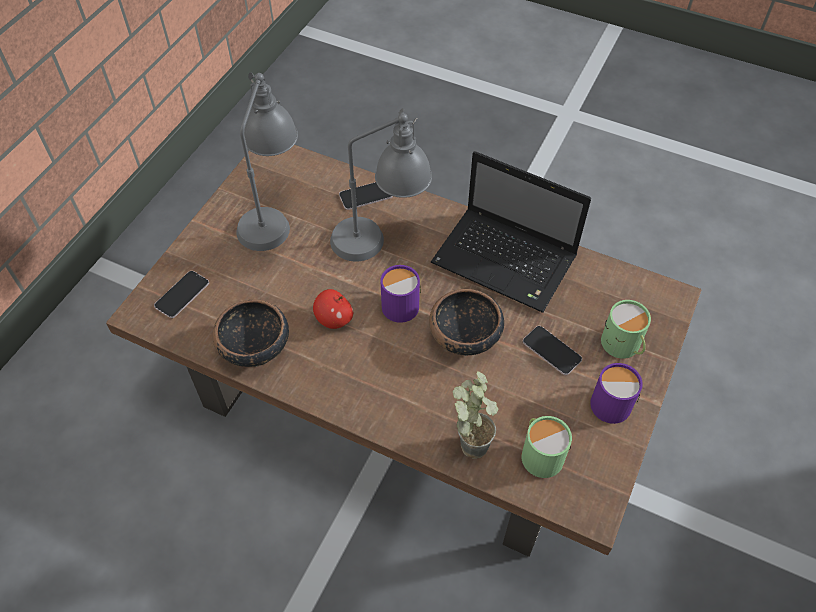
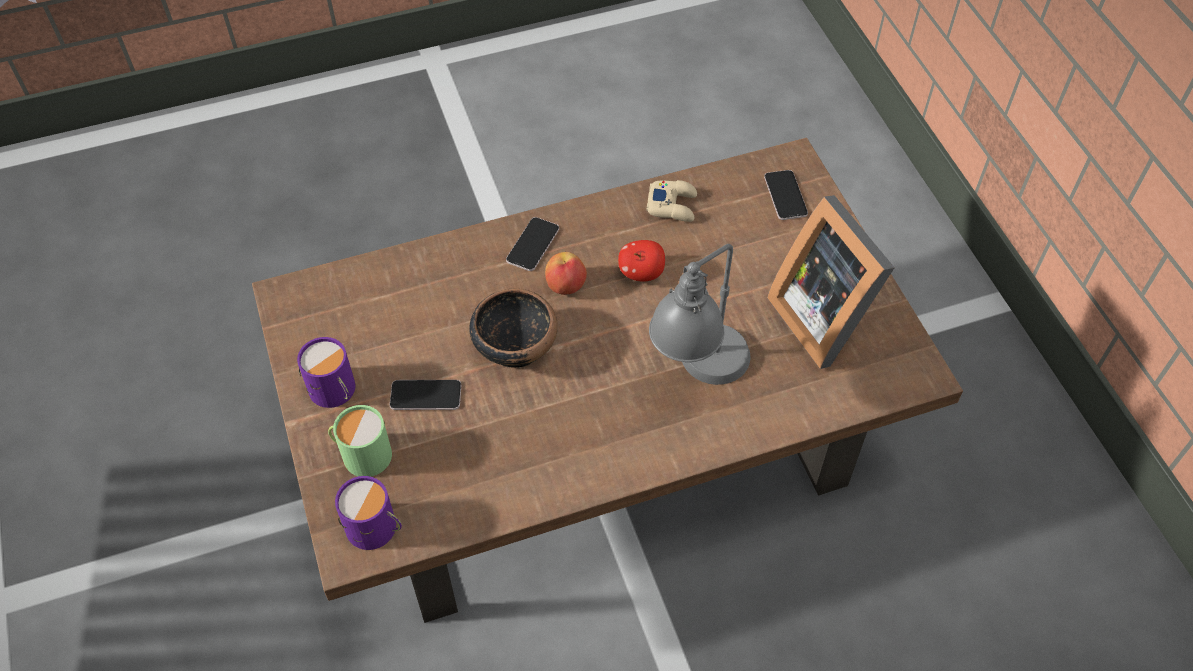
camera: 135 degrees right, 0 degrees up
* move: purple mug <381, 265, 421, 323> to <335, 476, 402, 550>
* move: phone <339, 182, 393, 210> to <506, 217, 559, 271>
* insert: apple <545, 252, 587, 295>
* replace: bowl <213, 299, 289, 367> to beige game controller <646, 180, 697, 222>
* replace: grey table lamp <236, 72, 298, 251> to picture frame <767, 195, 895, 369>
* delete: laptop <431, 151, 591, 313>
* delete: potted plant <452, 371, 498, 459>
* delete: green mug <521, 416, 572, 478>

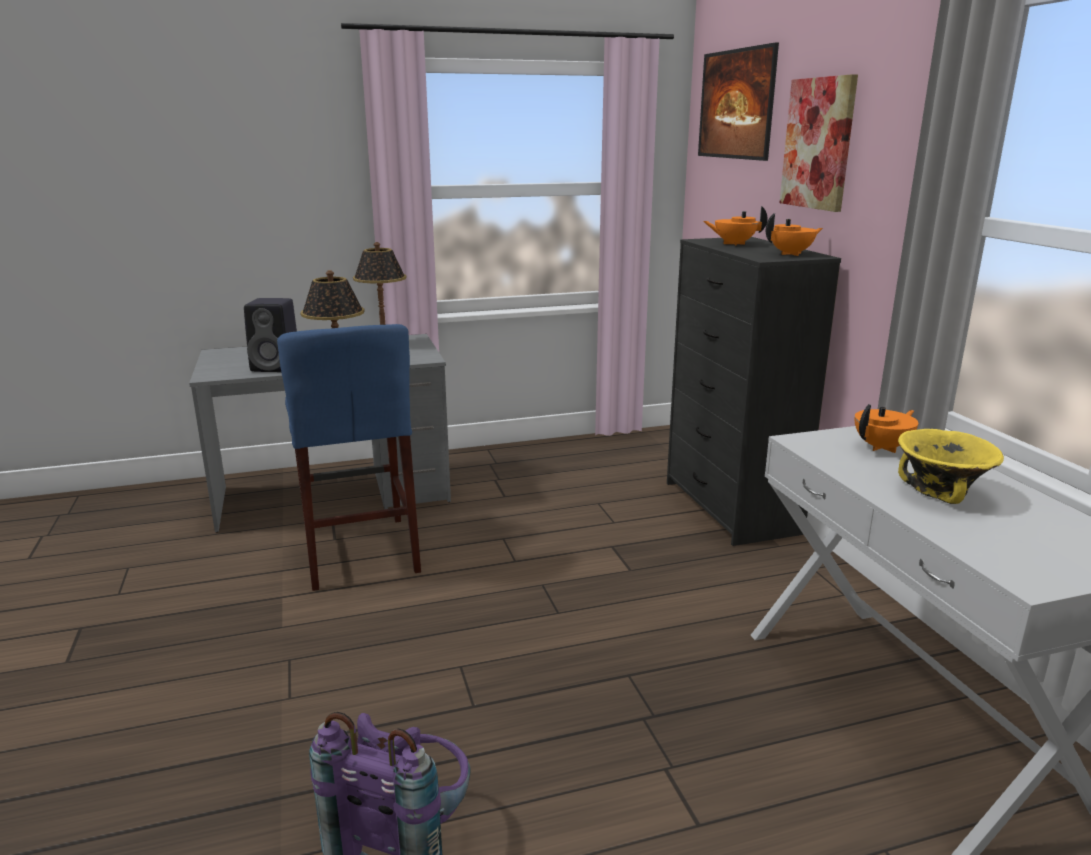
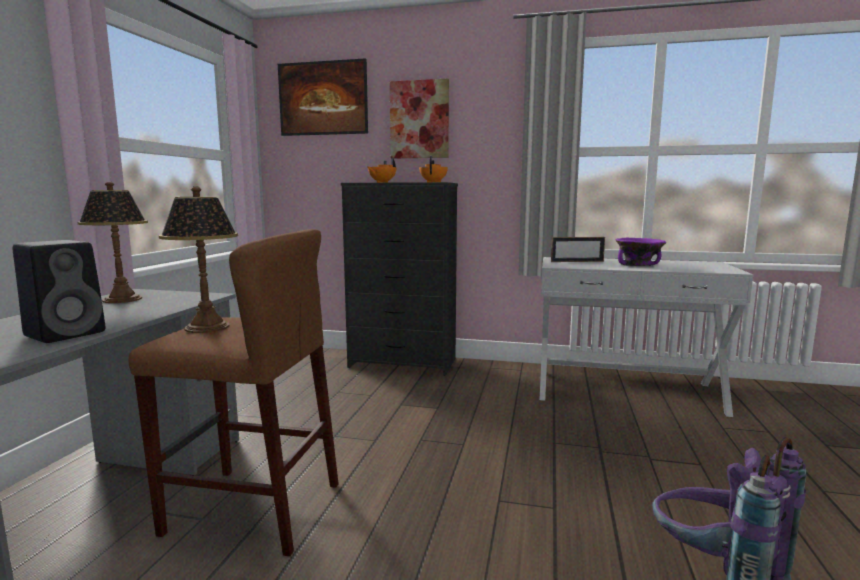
camera: 60 degrees left, 10 degrees down
* recolor: blue stool <277, 324, 421, 591> to brown stool <129, 229, 339, 556>
* replace: orange teapot <855, 404, 918, 453> to picture frame <551, 237, 605, 262>
* recolor: yellow bowl <898, 429, 1004, 504> to purple bowl <615, 238, 666, 266>

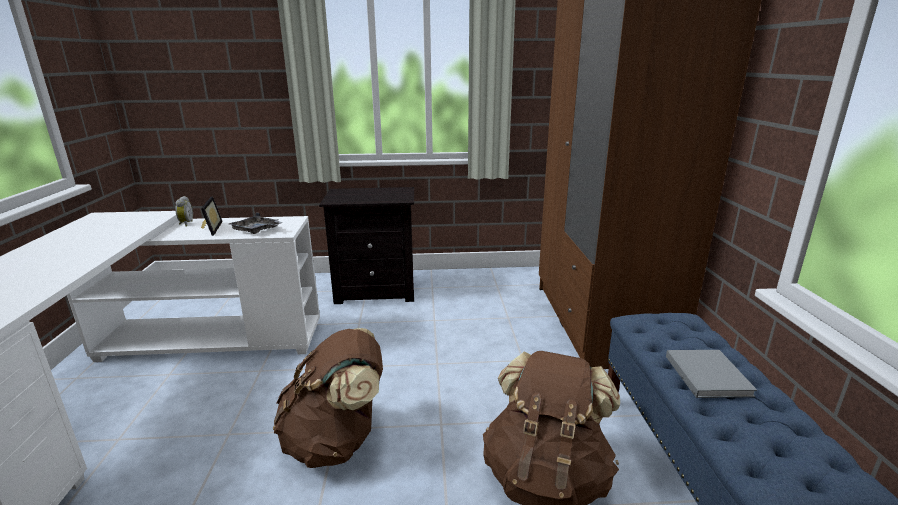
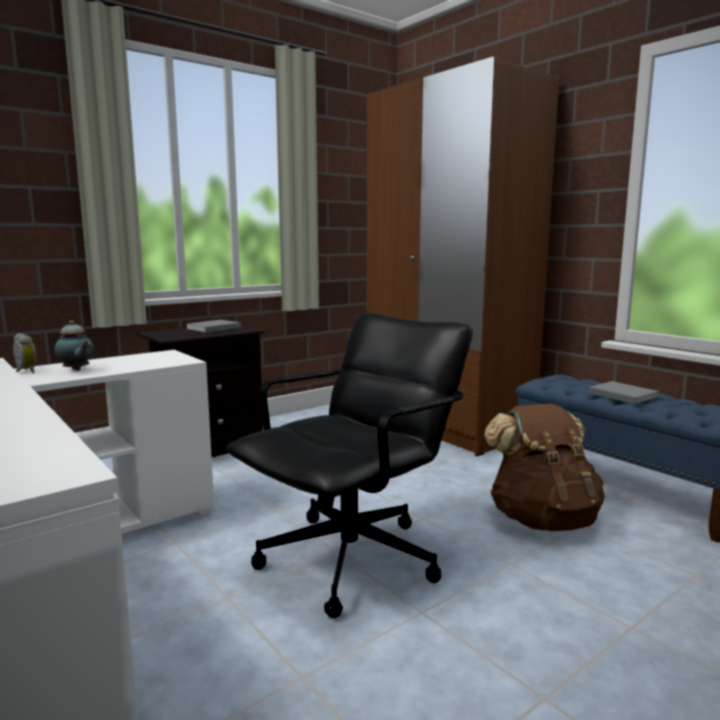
camera: 35 degrees left, 10 degrees down
* replace: picture frame <201, 196, 223, 236> to teapot <54, 321, 94, 371>
* insert: grey book <186, 320, 241, 333>
* replace: brown backpack <273, 328, 383, 468> to black office chair <226, 312, 473, 618>
* delete: grey tray <229, 213, 283, 234>

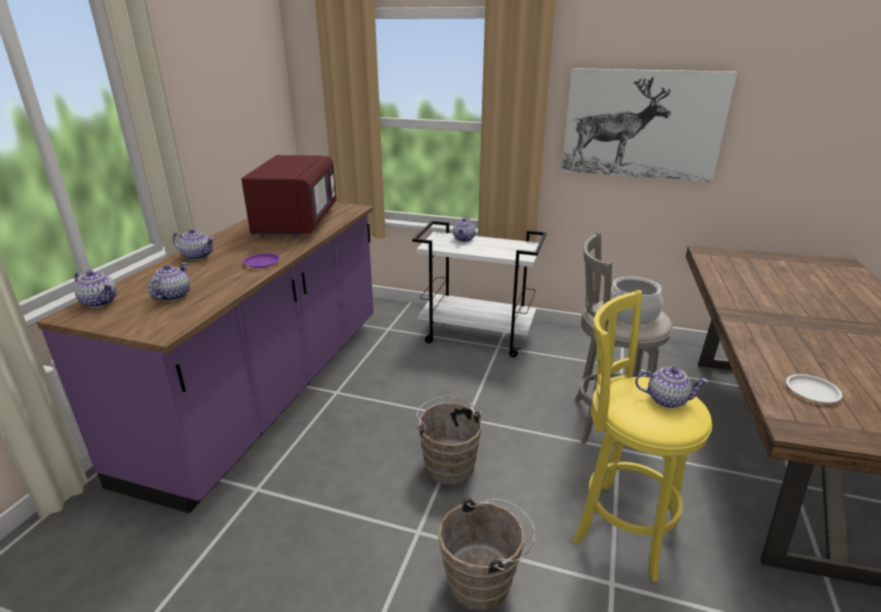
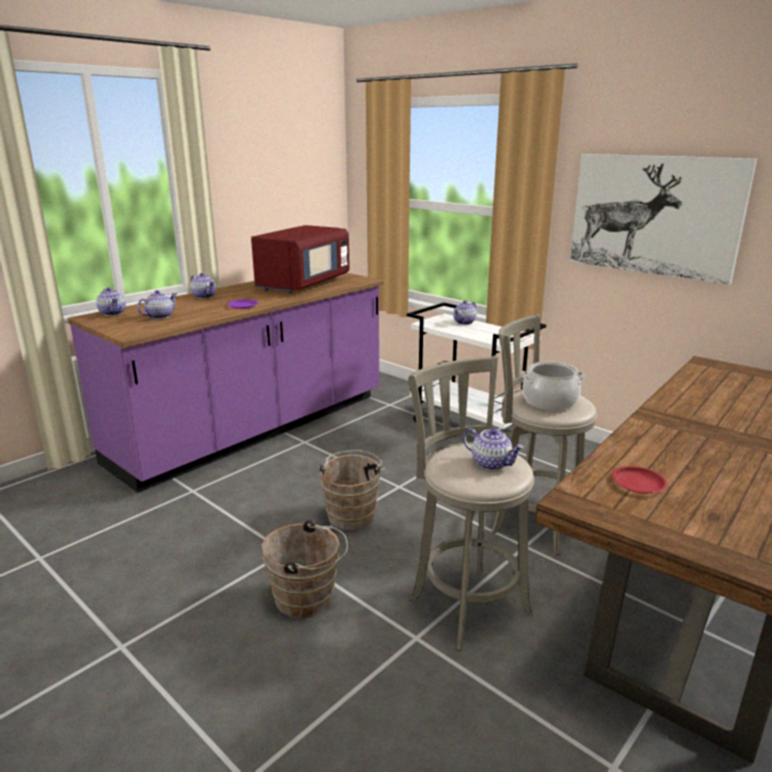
camera: 25 degrees right, 5 degrees down
* recolor: yellow stool <573, 290, 712, 582> to grey stool <408, 356, 534, 651>
* recolor: white plate <786, 374, 842, 402> to red plate <612, 466, 668, 494>

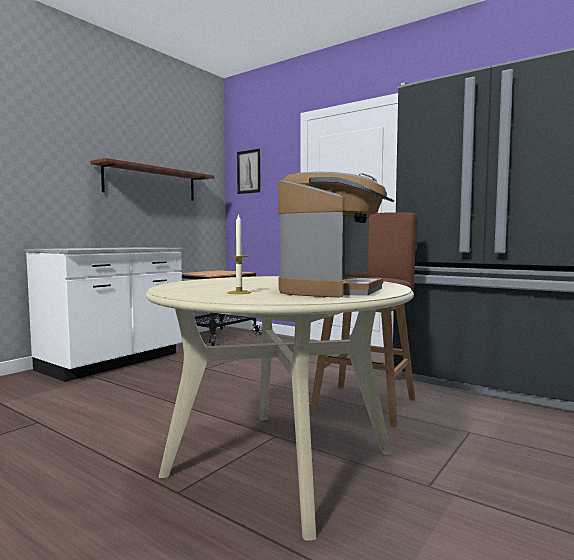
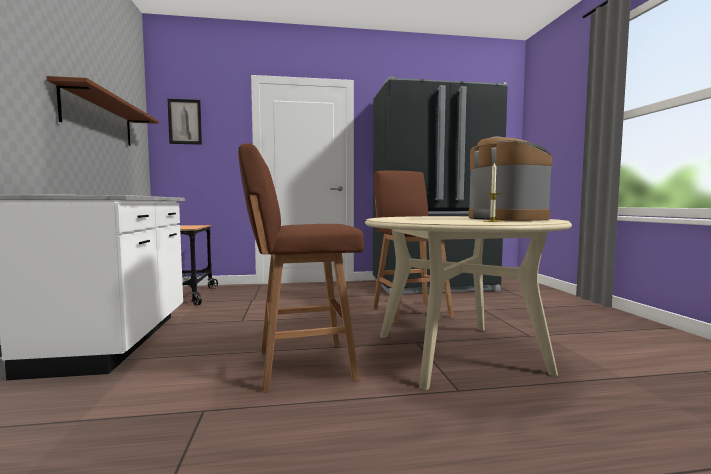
camera: 45 degrees left, 0 degrees up
* insert: brown stool <238, 143, 364, 392>

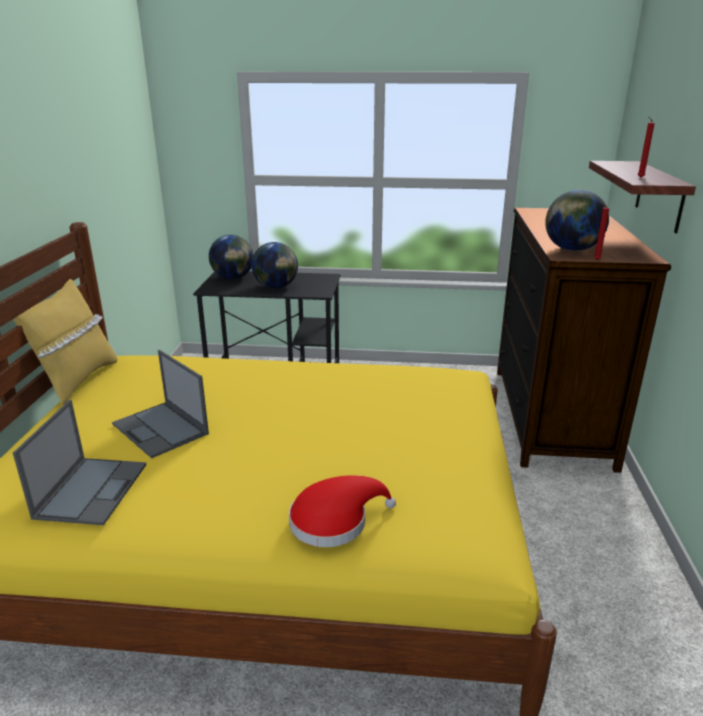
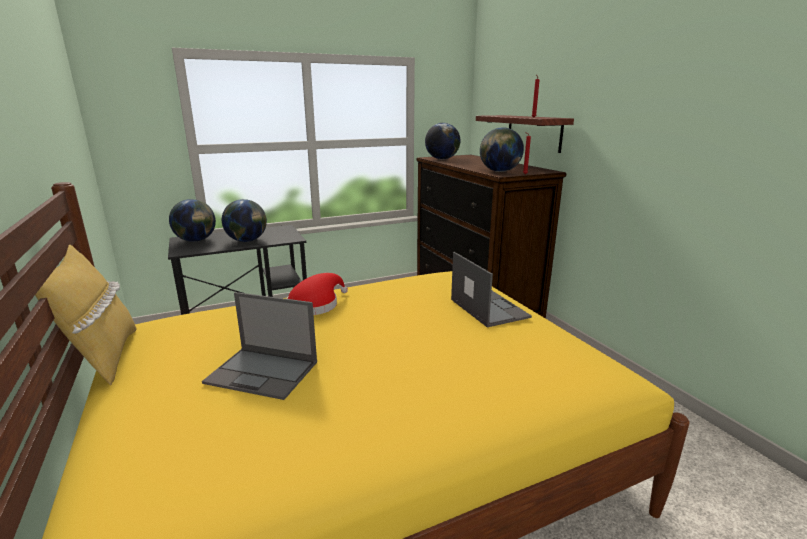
camera: 30 degrees left, 5 degrees down
* move: red hat <289, 475, 396, 547> to <287, 273, 348, 315>
* insert: globe <425, 123, 460, 159>
* move: laptop <13, 400, 146, 525> to <451, 252, 532, 327>

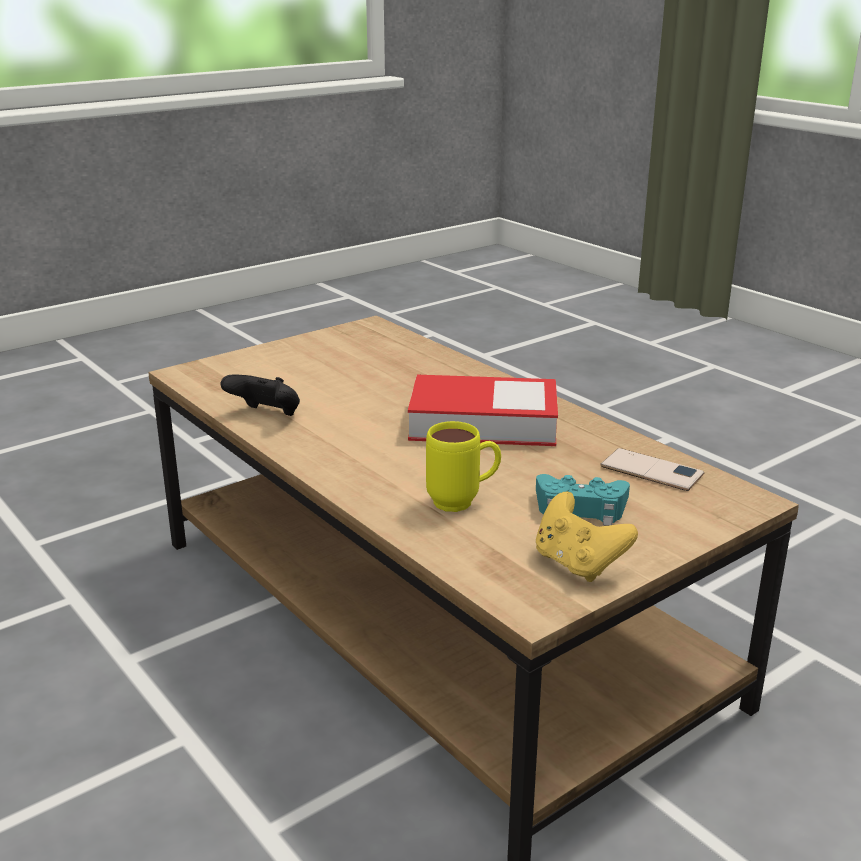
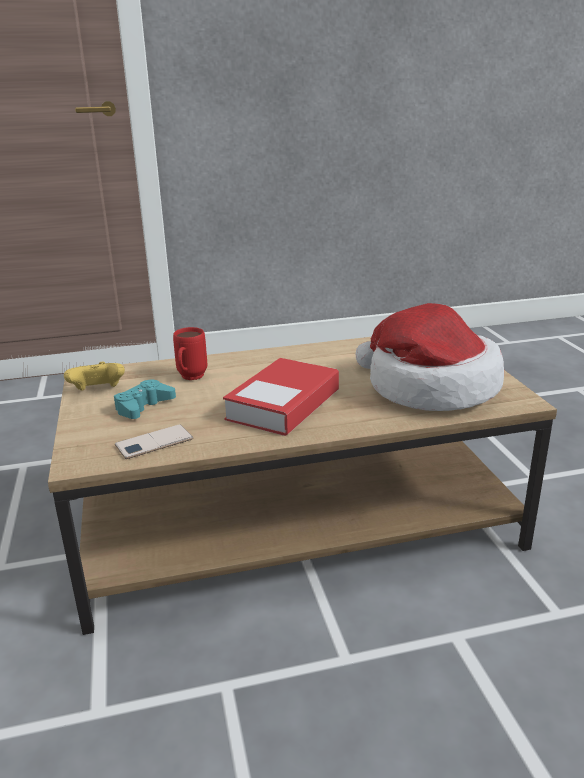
camera: 115 degrees right, 0 degrees up
* recolor: yellow mug <426, 421, 501, 512> to red mug <173, 327, 207, 380>
* insert: hat <356, 303, 504, 411>
* delete: black game controller <220, 375, 300, 416>

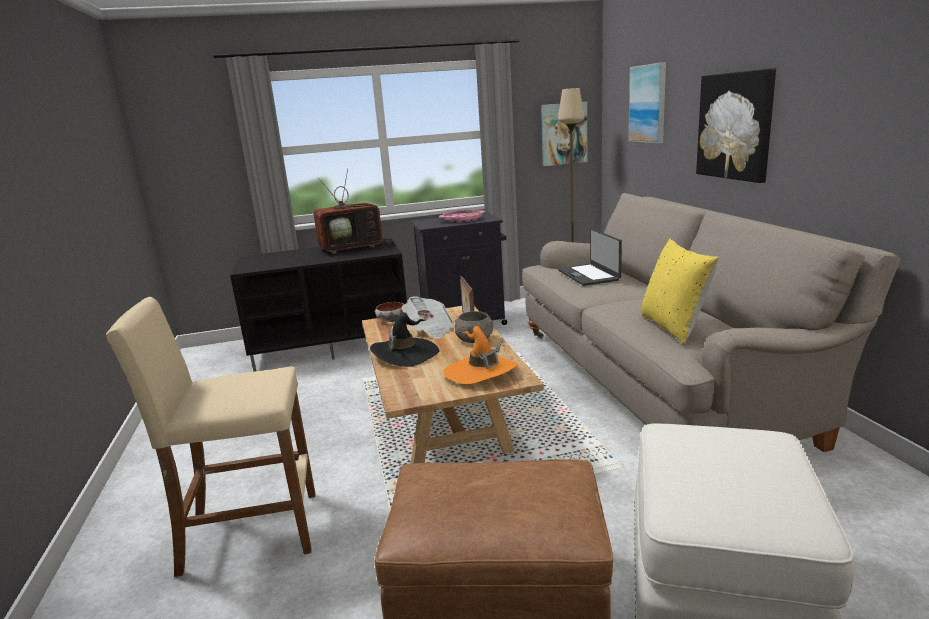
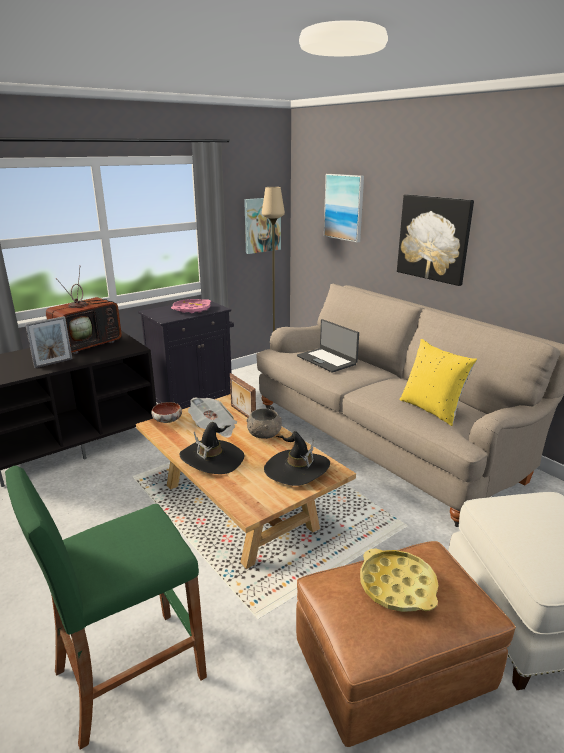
camera: 25 degrees left, 5 degrees up
* recolor: beige stool <106, 297, 315, 577> to green stool <5, 466, 207, 750>
* insert: picture frame <25, 316, 73, 368>
* recolor: orange hat <443, 326, 518, 384> to black hat <264, 431, 330, 486>
* insert: yellow tray <360, 549, 438, 612>

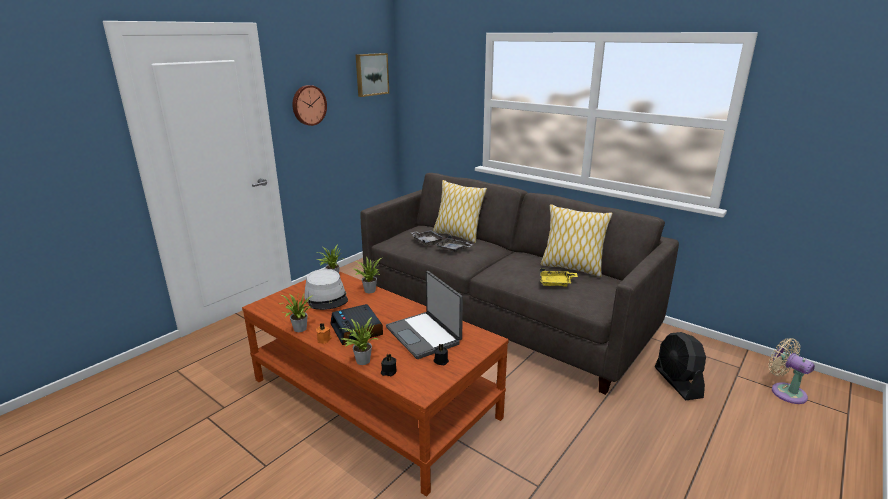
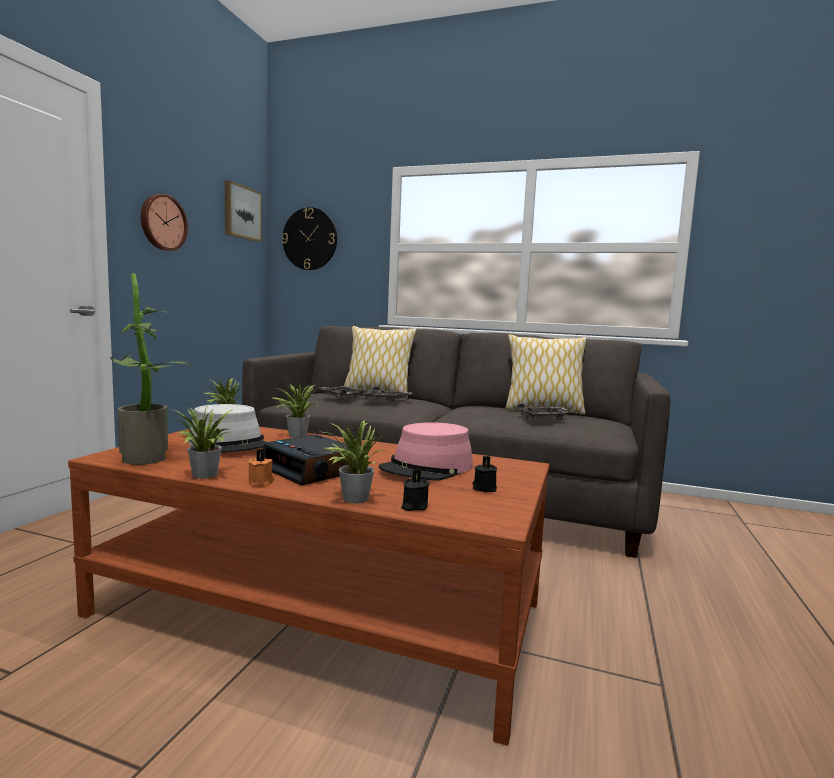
camera: 20 degrees left, 15 degrees down
* insert: potted plant <110, 273, 194, 465>
* insert: wall clock <282, 207, 337, 270>
* replace: laptop <386, 271, 463, 359> to pink hat <379, 422, 473, 481>
* recolor: yellow tray <540, 268, 578, 287> to grey tray <518, 404, 567, 420>
* delete: black fan <655, 332, 706, 400>
* delete: beige fan <769, 338, 815, 404>

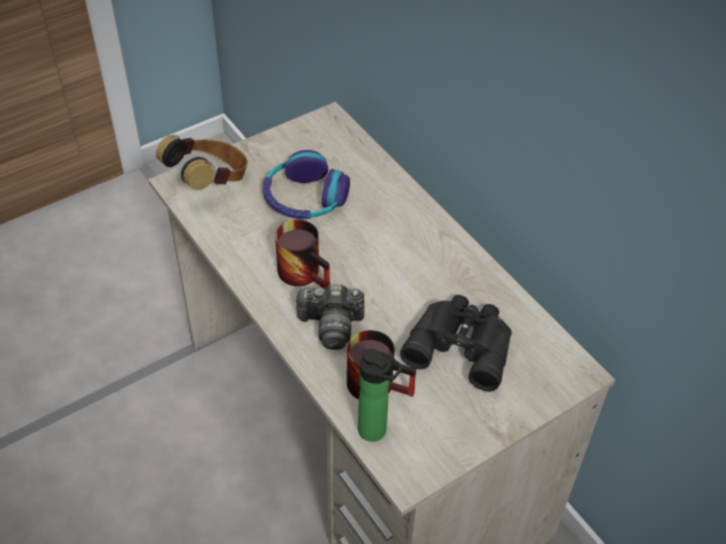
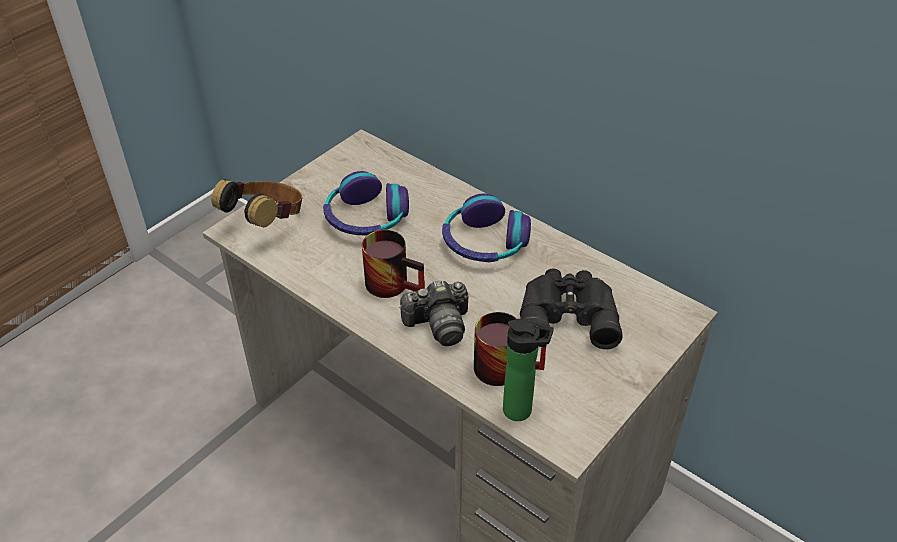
camera: 15 degrees left, 5 degrees down
* insert: headphones <442, 194, 531, 262>

